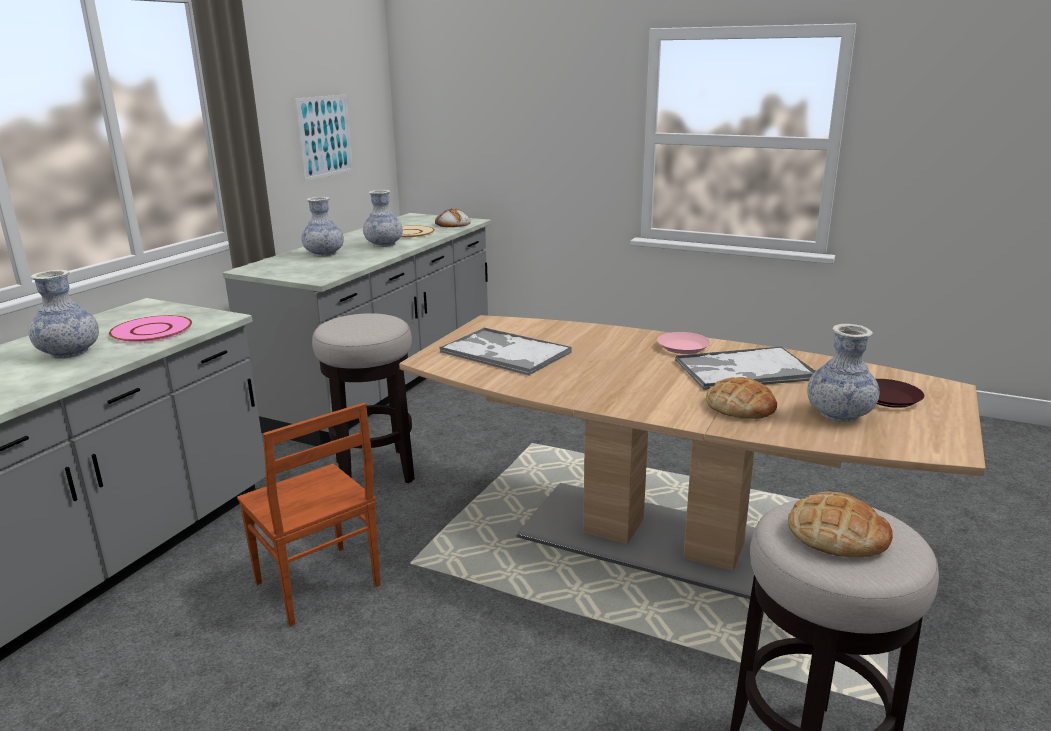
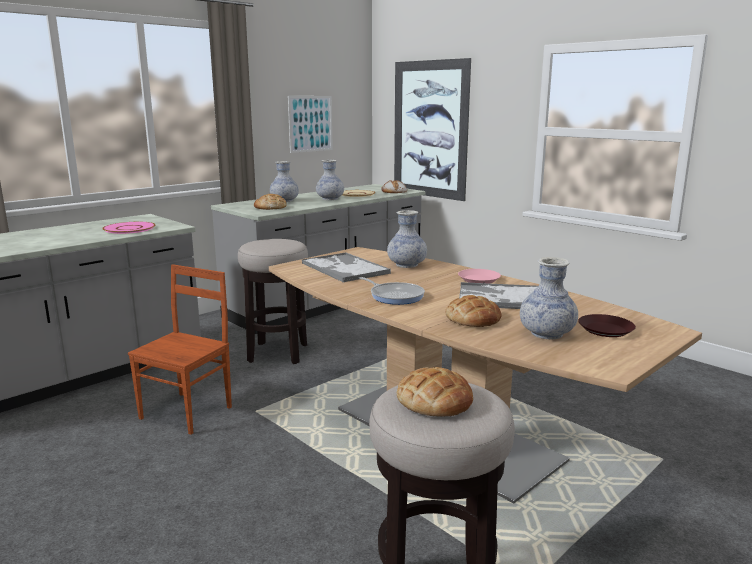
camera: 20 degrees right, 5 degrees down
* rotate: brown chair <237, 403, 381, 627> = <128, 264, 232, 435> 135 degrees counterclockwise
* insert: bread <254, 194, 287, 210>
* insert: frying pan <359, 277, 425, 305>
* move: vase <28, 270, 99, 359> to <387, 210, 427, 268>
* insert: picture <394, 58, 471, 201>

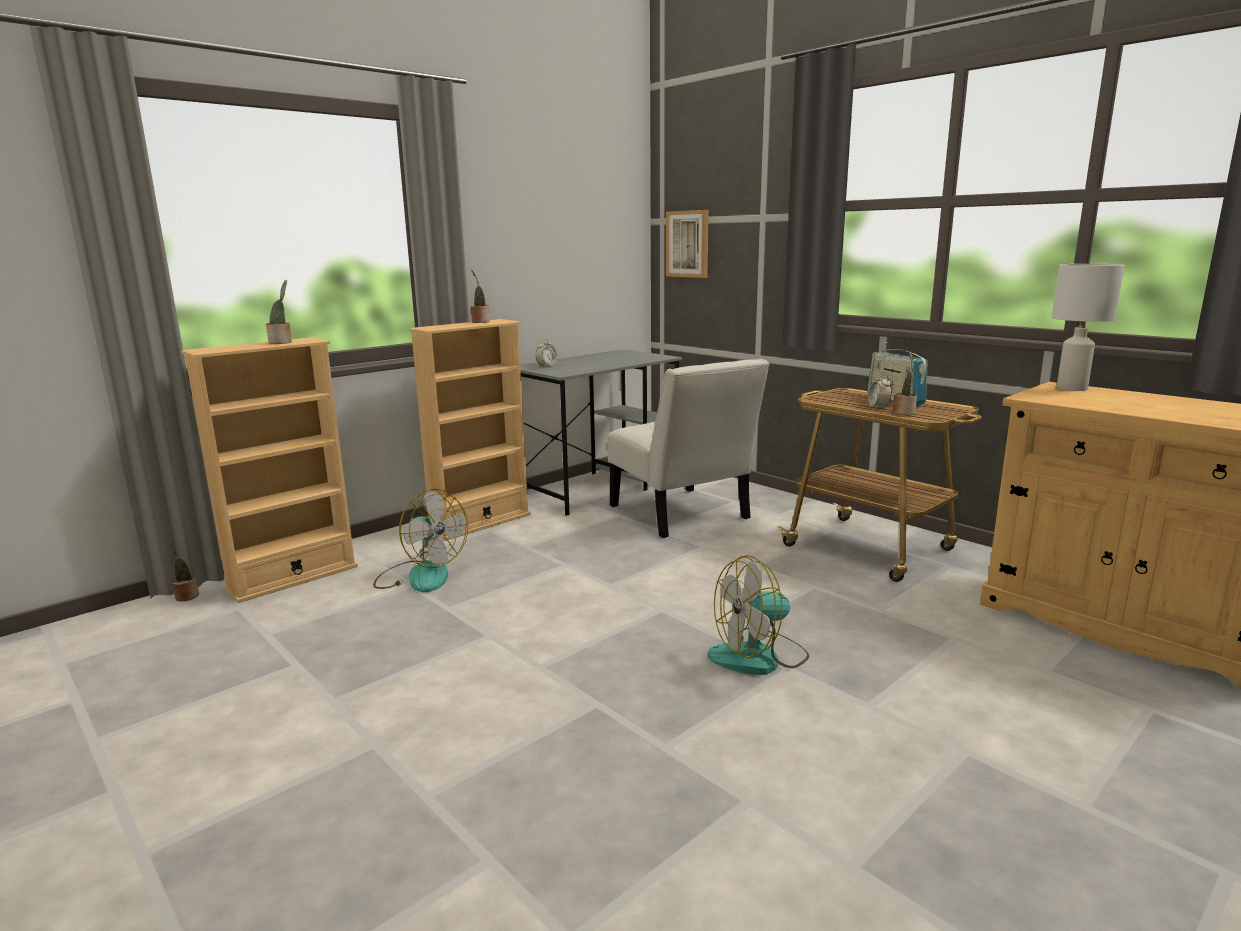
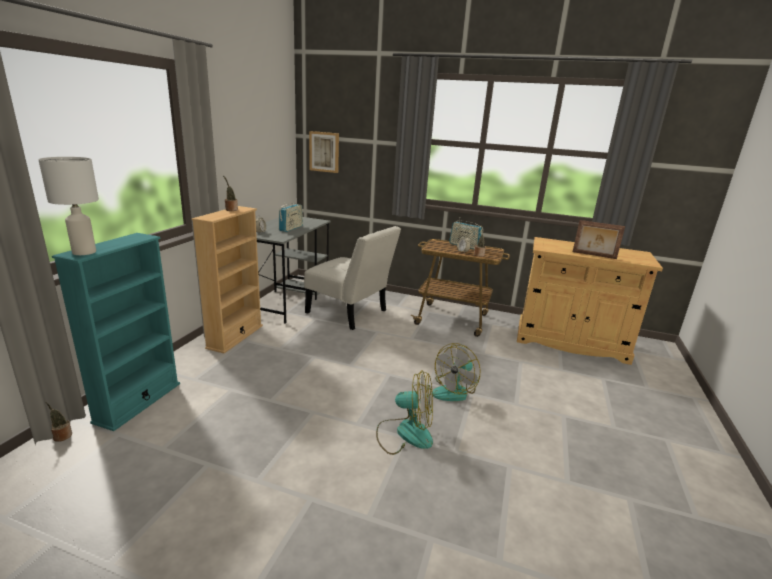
camera: 30 degrees left, 5 degrees up
* move: white table lamp <1052, 264, 1125, 391> to <38, 157, 99, 255>
* recolor: beige bookcase <181, 337, 358, 603> to turquoise bookcase <52, 233, 180, 431>
* insert: radio <279, 203, 303, 232>
* move: fan <373, 489, 468, 592> to <376, 370, 433, 455>
* insert: picture frame <573, 220, 625, 259>
* delete: potted plant <266, 280, 292, 344>

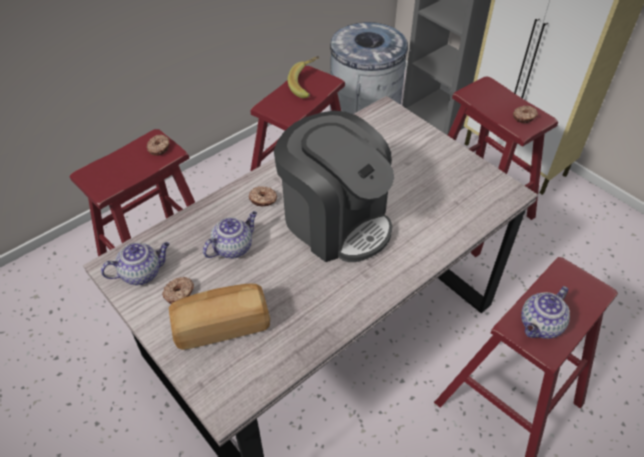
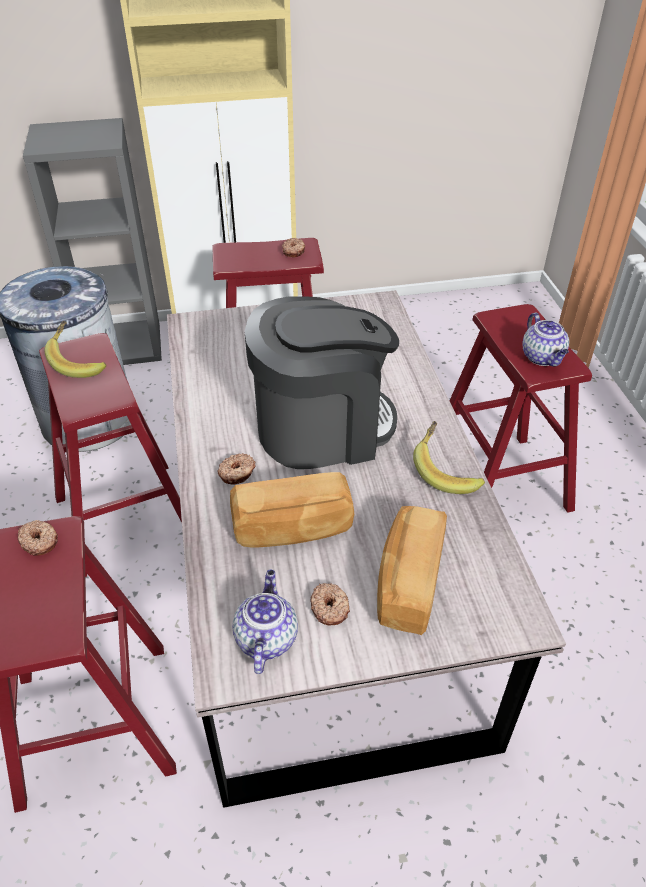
camera: 60 degrees left, 5 degrees down
* replace: teapot <203, 211, 257, 259> to bread <230, 472, 354, 547>
* insert: banana <413, 421, 485, 494>

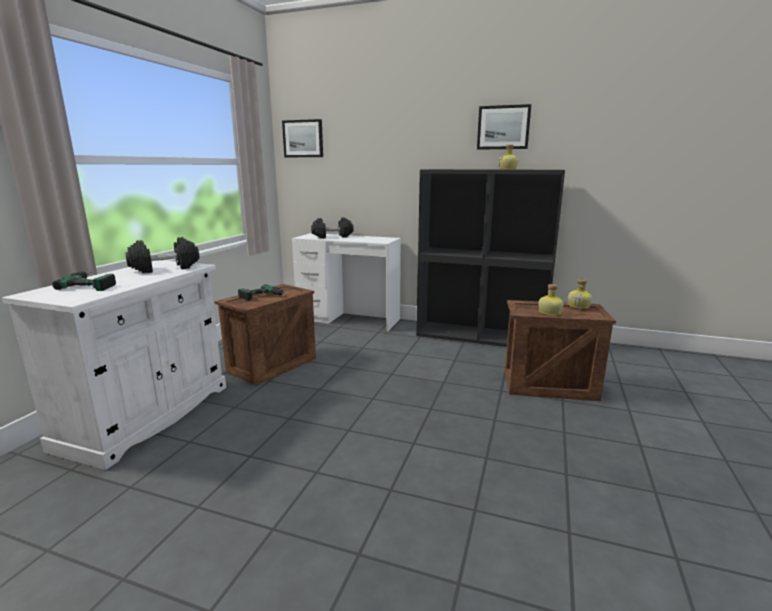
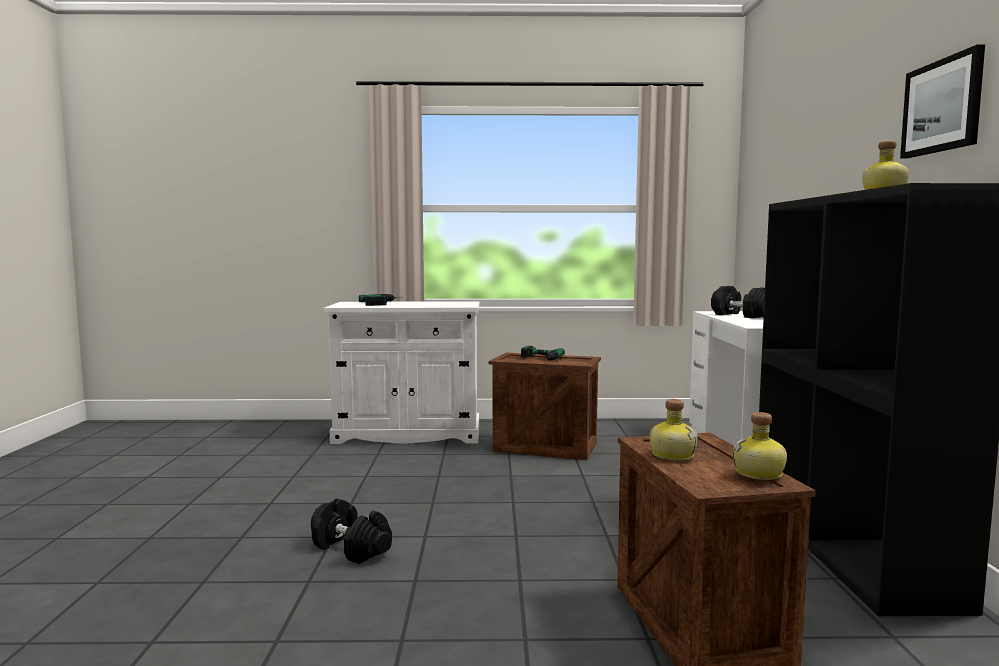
camera: 70 degrees right, 10 degrees down
* move: black dumbbell <125, 237, 199, 273> to <311, 498, 392, 564>
* delete: picture <282, 119, 323, 157>

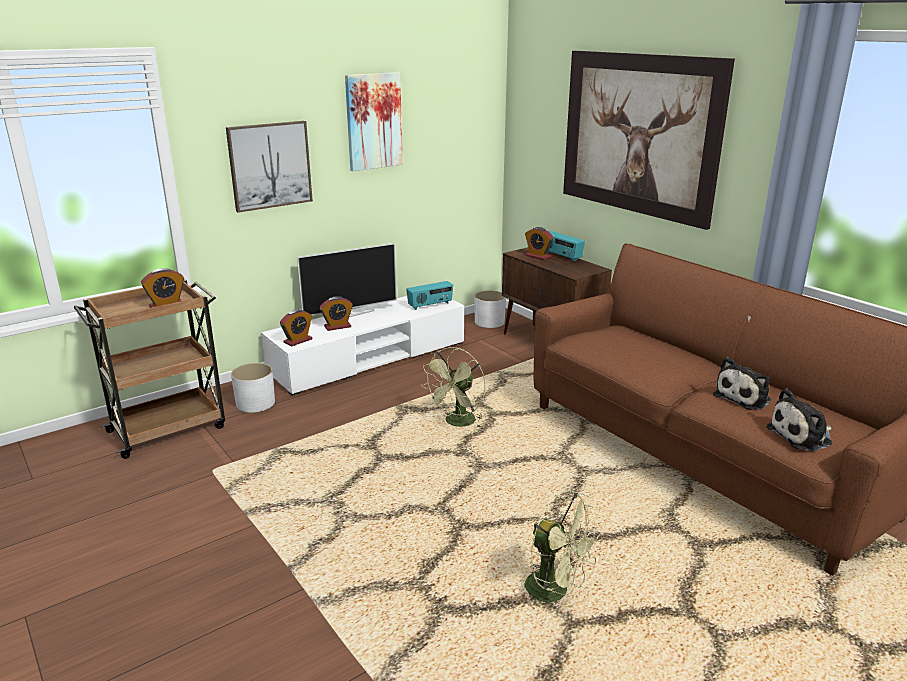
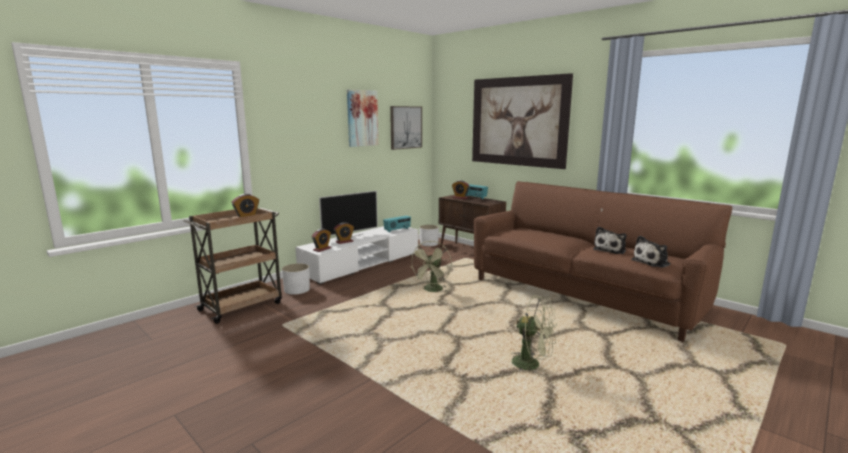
camera: 10 degrees left, 10 degrees down
* move: picture <226, 121, 313, 213> to <390, 106, 422, 150>

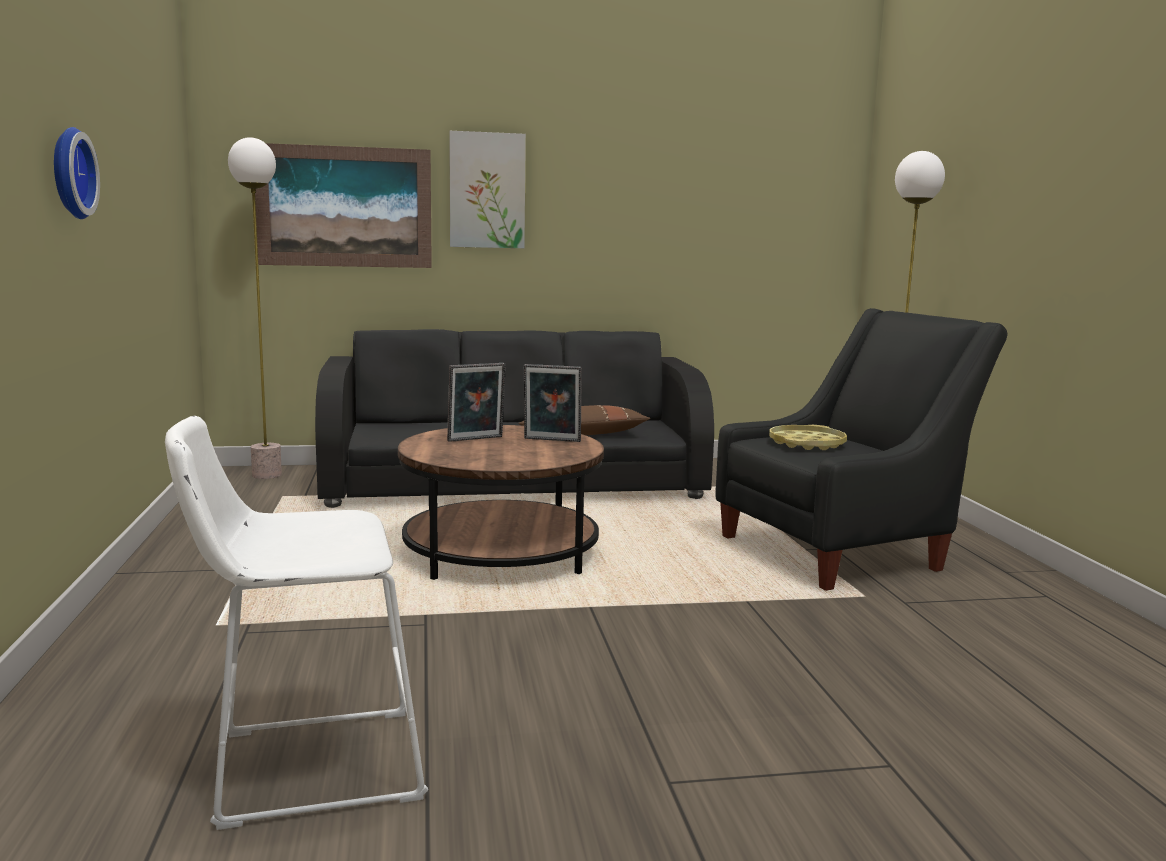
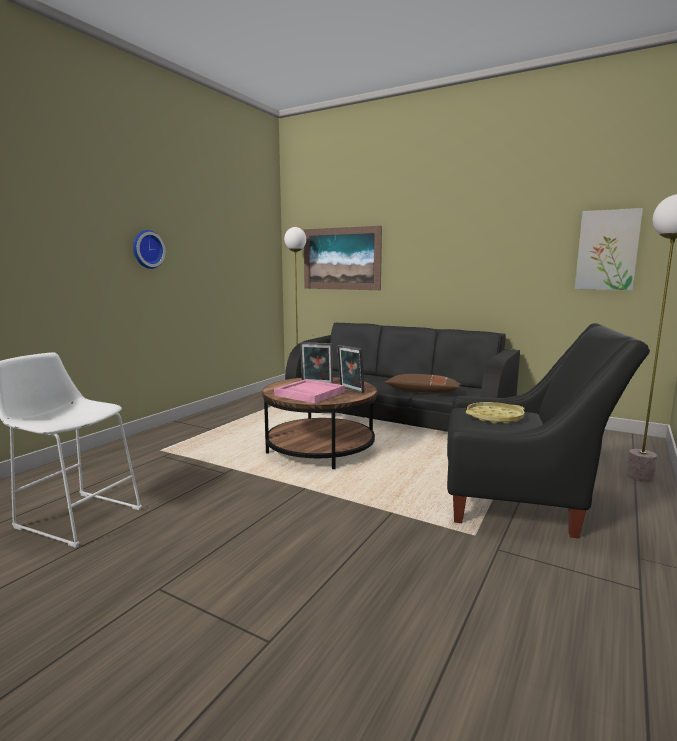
camera: 40 degrees right, 0 degrees up
* insert: pink tray <274, 379, 345, 403>
* move: picture <449, 131, 526, 248> to <575, 208, 643, 290>

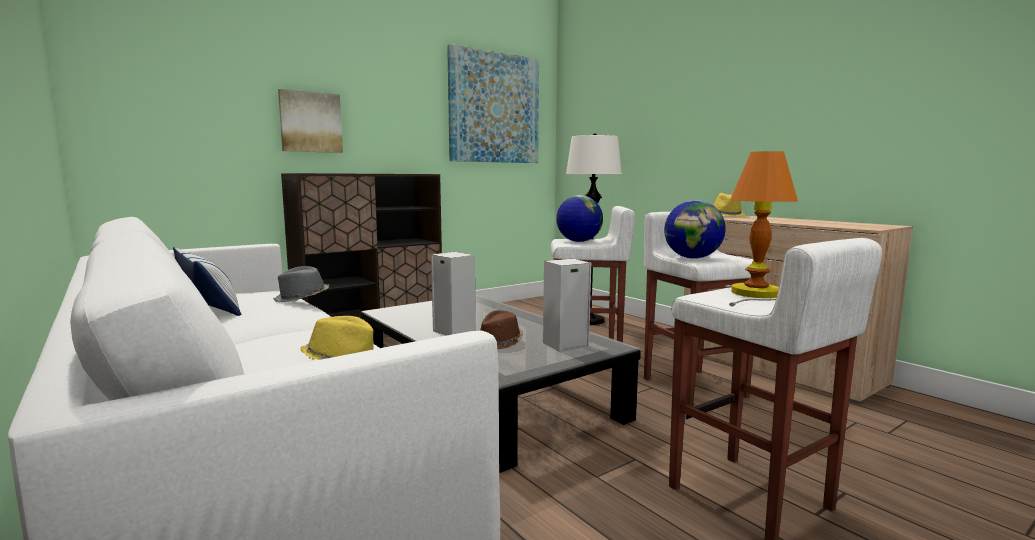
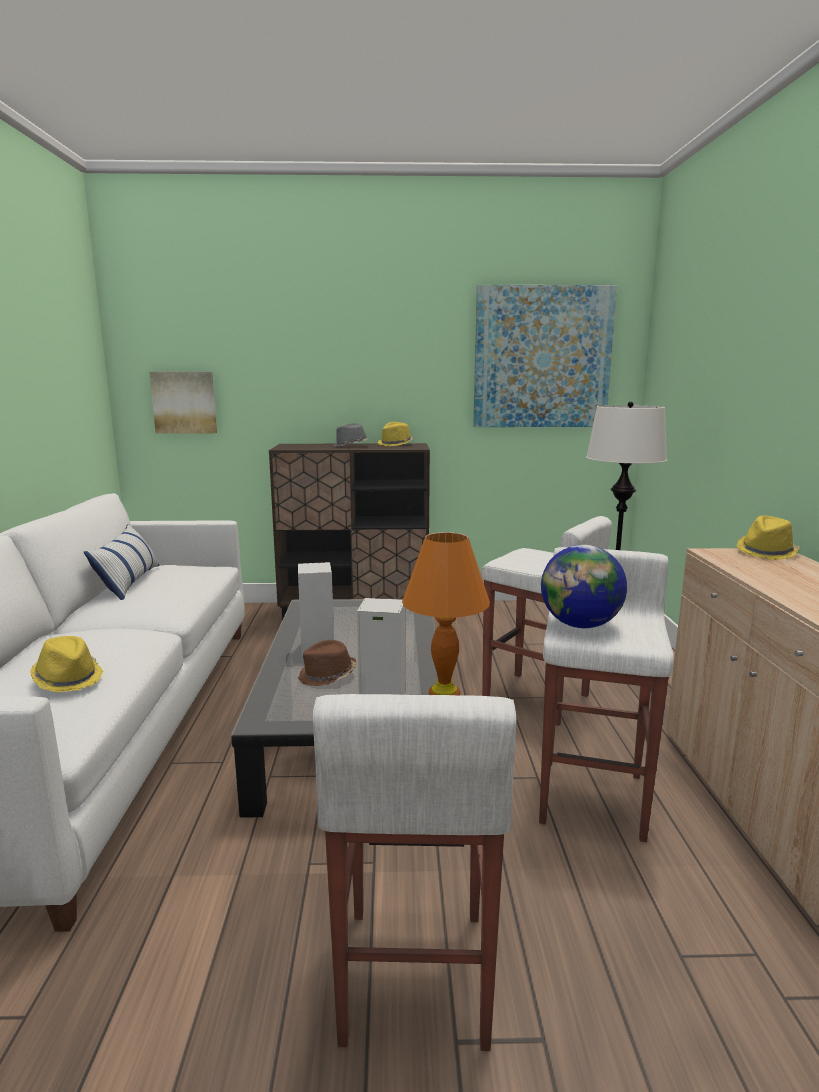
camera: 35 degrees right, 5 degrees up
* move: picture <278, 89, 343, 153> to <149, 372, 217, 433>
* move: grey hat <273, 266, 329, 302> to <333, 423, 369, 447>
* insert: yellow hat <377, 422, 413, 446>
* delete: globe <556, 195, 603, 242>

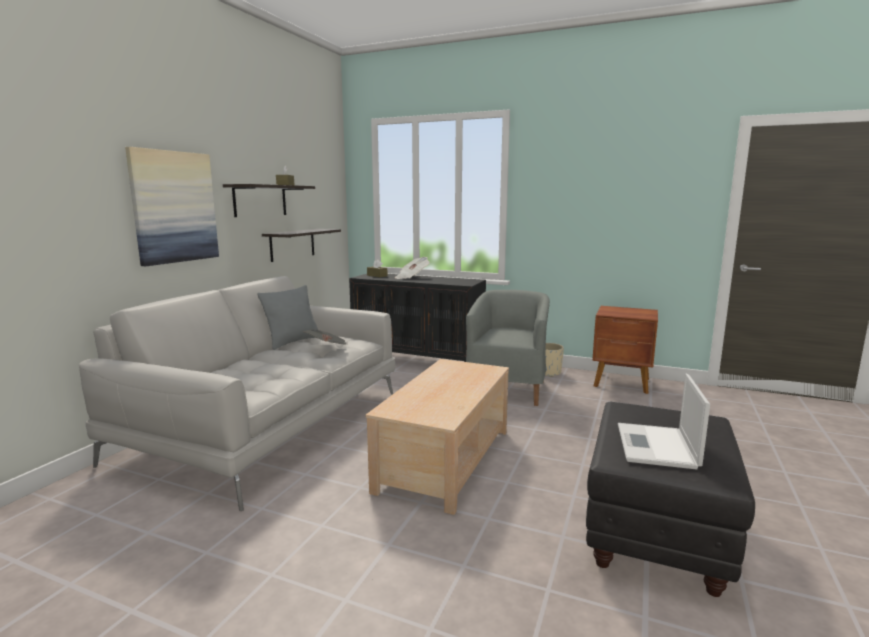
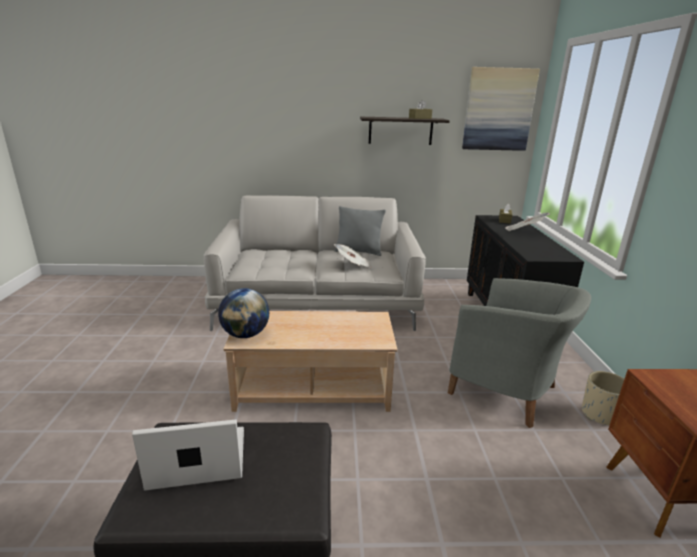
camera: 65 degrees right, 10 degrees up
* insert: globe <218, 288, 269, 338>
* rotate: grey armchair <466, 290, 550, 406> = <448, 278, 591, 428> 45 degrees clockwise
* move: picture <125, 147, 219, 266> to <462, 67, 540, 151>
* delete: shelf <262, 229, 341, 262>

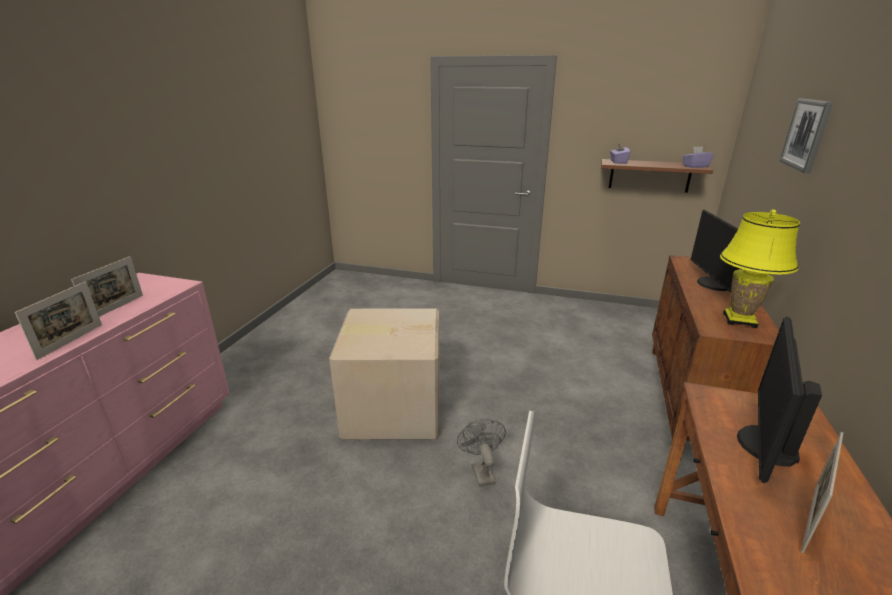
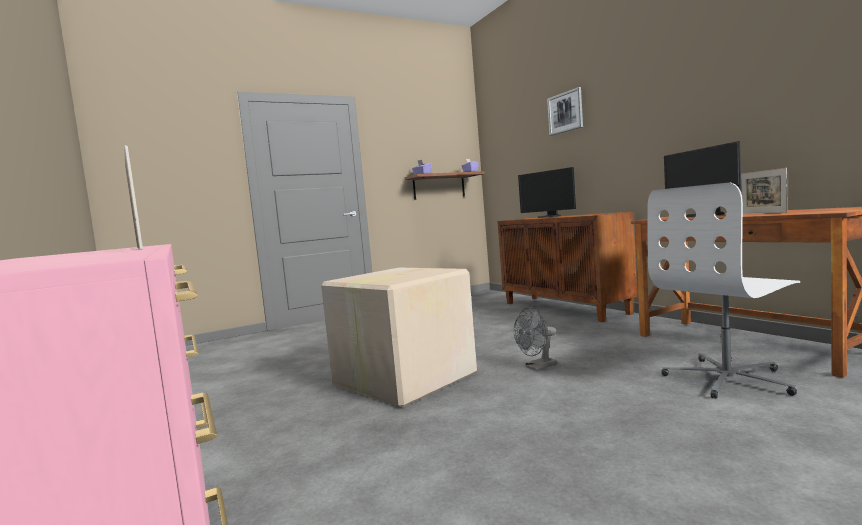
camera: 45 degrees left, 20 degrees down
* rotate: grey fan <457, 419, 506, 487> = <514, 307, 557, 371> 60 degrees counterclockwise
* delete: picture frame <71, 256, 143, 317>
* delete: yellow table lamp <720, 210, 800, 328>

